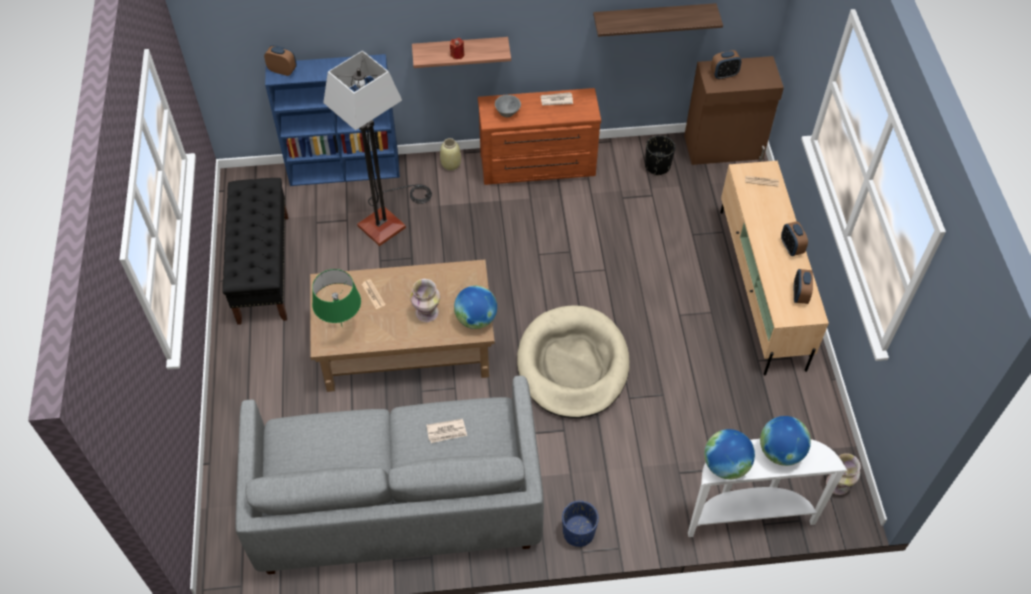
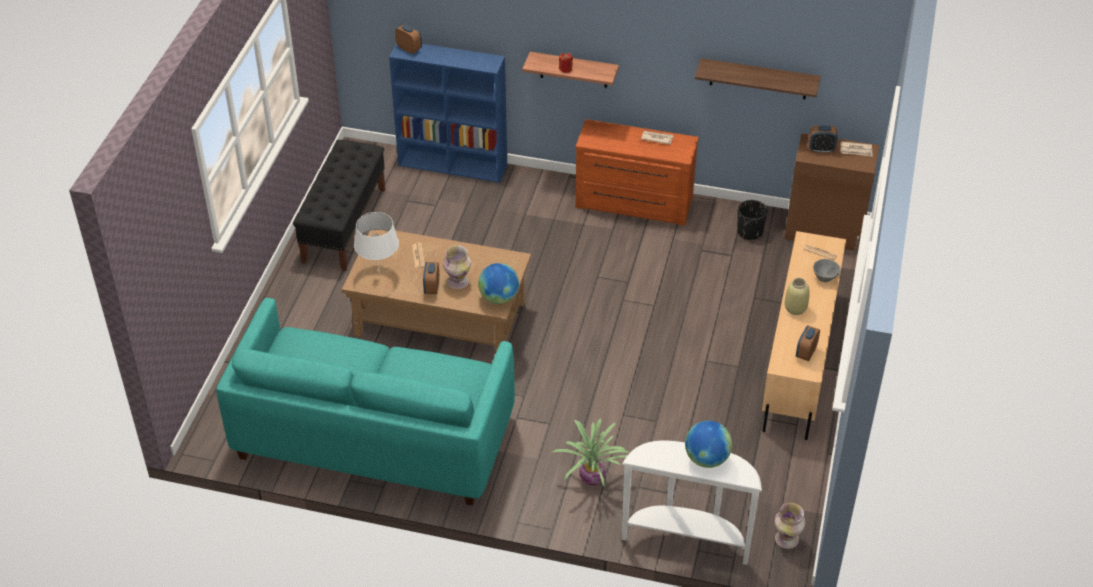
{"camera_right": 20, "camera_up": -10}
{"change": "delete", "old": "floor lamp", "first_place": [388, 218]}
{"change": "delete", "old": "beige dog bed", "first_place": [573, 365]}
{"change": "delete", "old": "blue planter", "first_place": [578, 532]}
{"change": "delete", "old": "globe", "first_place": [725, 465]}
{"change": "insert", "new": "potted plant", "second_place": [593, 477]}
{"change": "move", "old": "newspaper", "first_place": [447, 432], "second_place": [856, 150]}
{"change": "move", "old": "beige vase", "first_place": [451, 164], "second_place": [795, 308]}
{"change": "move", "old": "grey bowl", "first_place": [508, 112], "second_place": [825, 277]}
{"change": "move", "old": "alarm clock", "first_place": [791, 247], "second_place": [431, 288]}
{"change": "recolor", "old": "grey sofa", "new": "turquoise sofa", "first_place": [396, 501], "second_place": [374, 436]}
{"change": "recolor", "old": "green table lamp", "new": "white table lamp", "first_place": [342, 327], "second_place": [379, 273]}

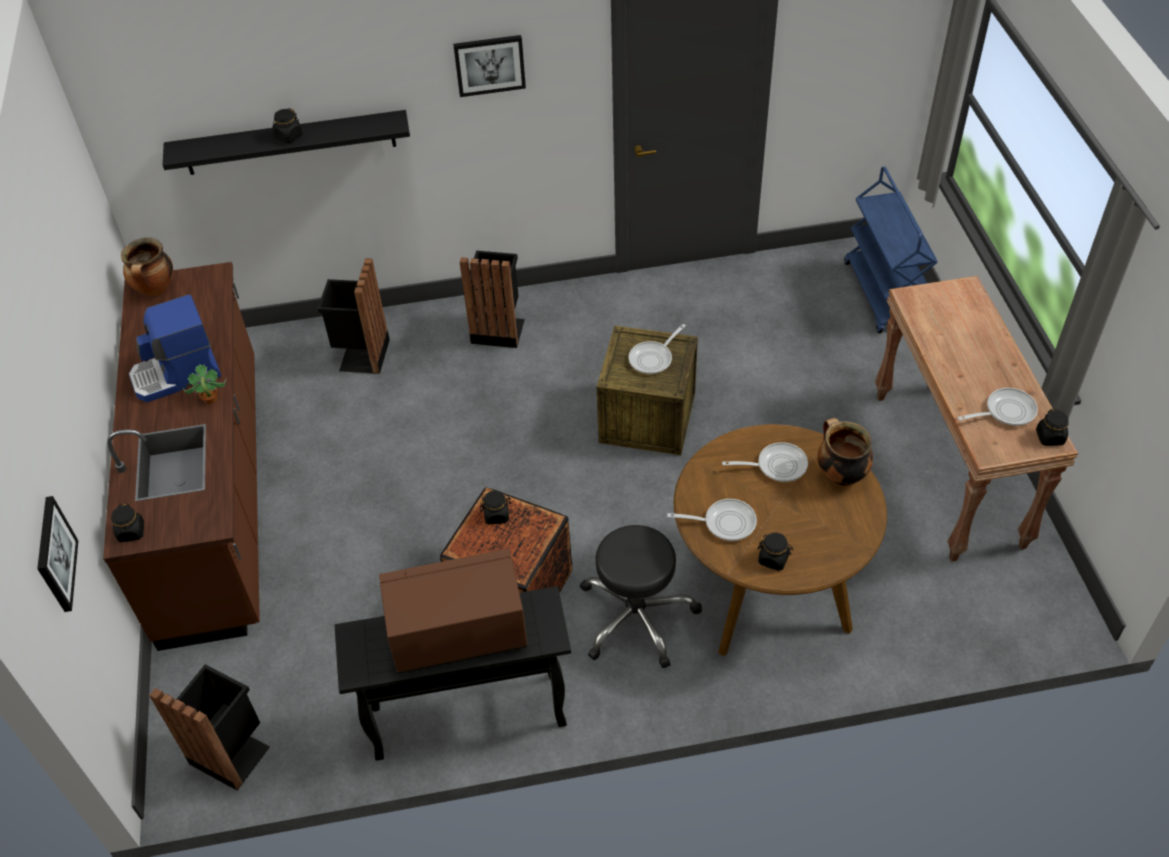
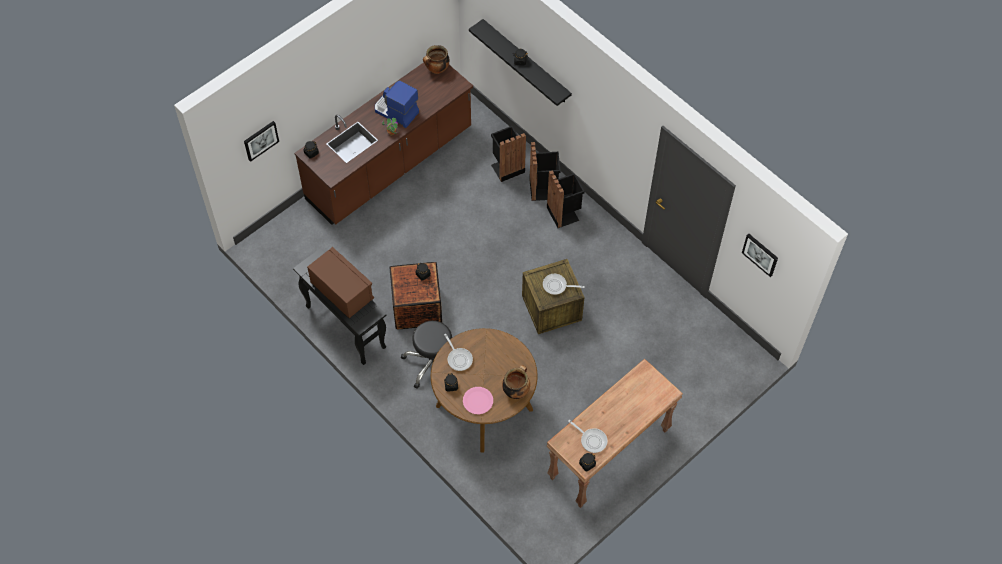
{"camera_right": 55, "camera_up": 10}
{"change": "delete", "old": "frying pan", "first_place": [777, 466]}
{"change": "delete", "old": "blue cart", "first_place": [883, 295]}
{"change": "insert", "new": "pink plate", "second_place": [478, 401]}
{"change": "move", "old": "black trash can", "first_place": [231, 752], "second_place": [543, 188]}
{"change": "move", "old": "picture", "first_place": [489, 64], "second_place": [760, 254]}

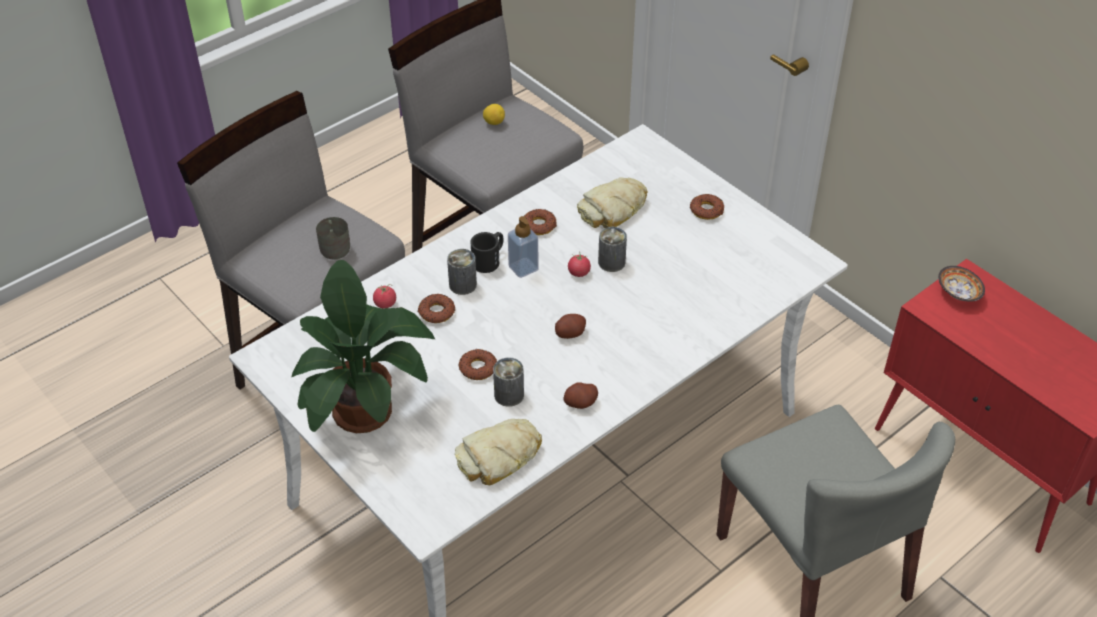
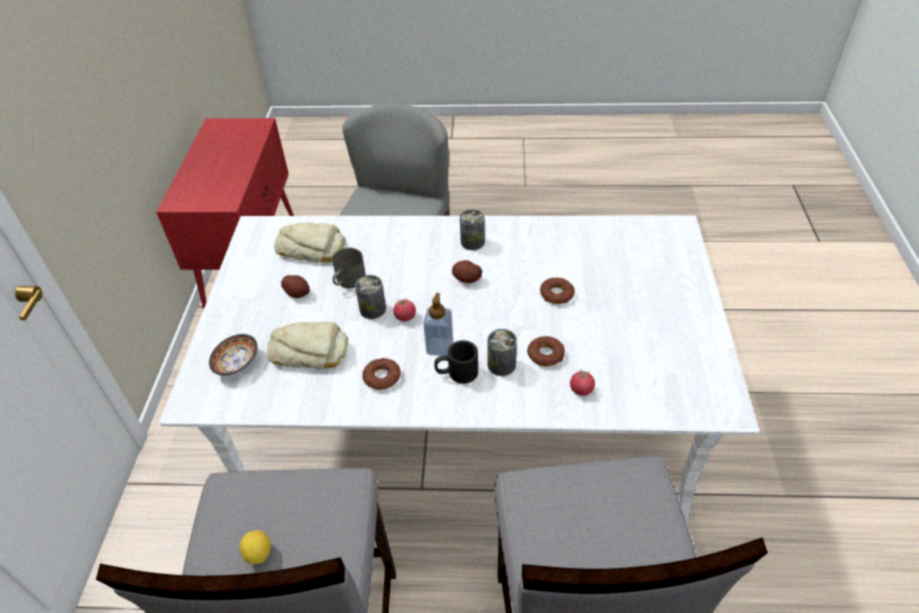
{"camera_right": -135, "camera_up": 0}
{"change": "delete", "old": "potted plant", "first_place": [364, 405]}
{"change": "delete", "old": "donut", "first_place": [706, 210]}
{"change": "move", "old": "grey mug", "first_place": [335, 246], "second_place": [348, 281]}
{"change": "move", "old": "bread", "first_place": [499, 457], "second_place": [312, 248]}
{"change": "move", "old": "can", "first_place": [509, 395], "second_place": [472, 242]}
{"change": "move", "old": "potato", "first_place": [580, 403], "second_place": [297, 293]}
{"change": "move", "old": "bowl", "first_place": [958, 294], "second_place": [238, 363]}

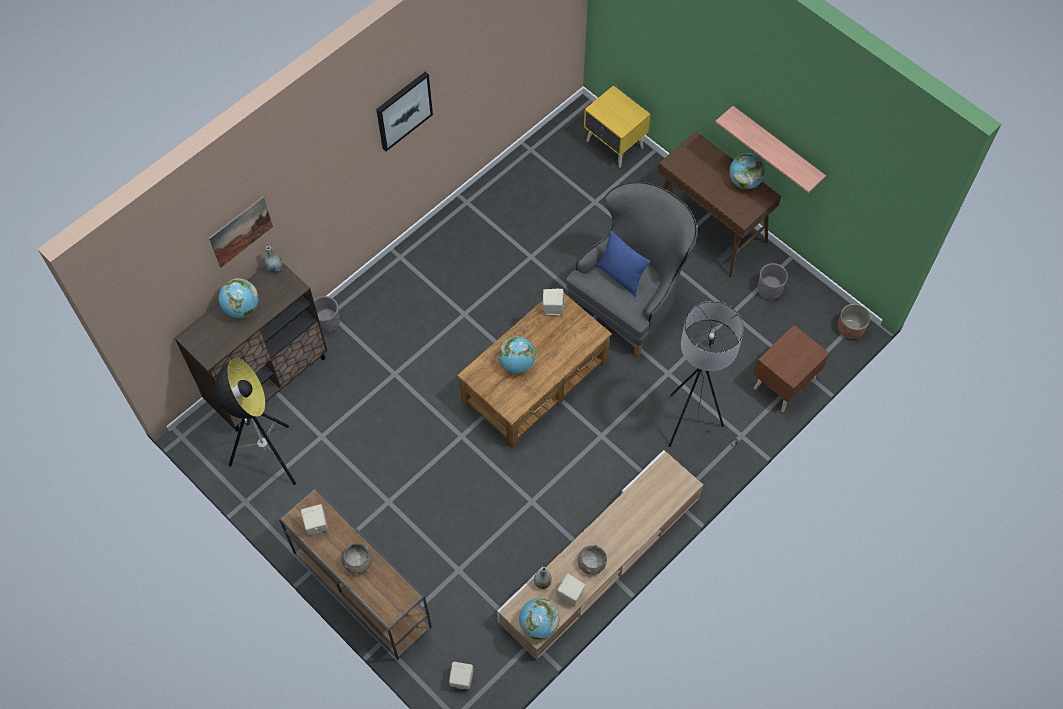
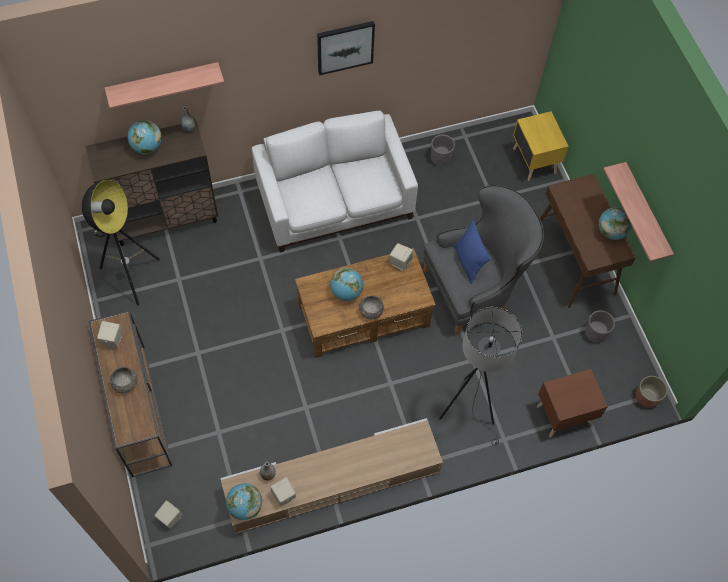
{"camera_right": 25, "camera_up": 0}
{"change": "insert", "new": "white sofa", "second_place": [334, 200]}
{"change": "move", "old": "grey planter", "first_place": [327, 322], "second_place": [440, 158]}
{"change": "move", "old": "grey bowl", "first_place": [591, 563], "second_place": [370, 311]}
{"change": "replace", "old": "picture", "new": "shelf", "first_place": [241, 231], "second_place": [163, 83]}

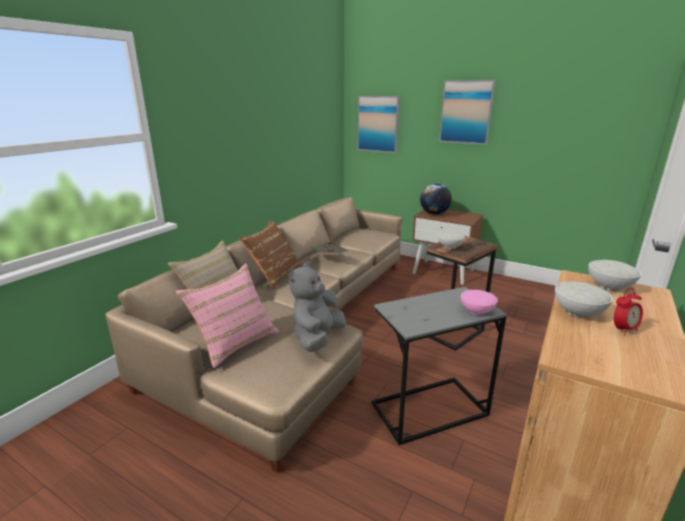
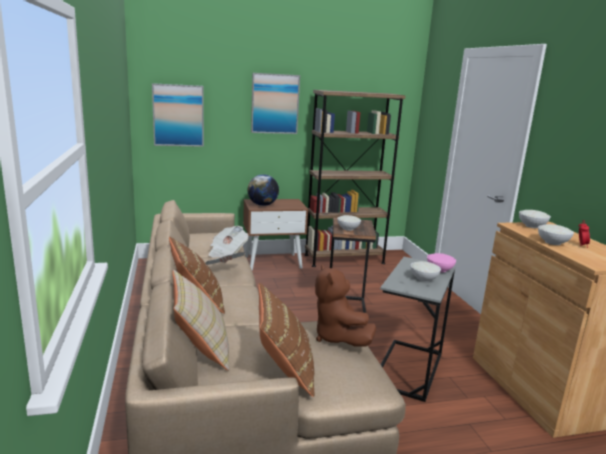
{"camera_right": -45, "camera_up": -5}
{"change": "insert", "new": "newspaper", "second_place": [227, 252]}
{"change": "insert", "new": "brown bookcase", "second_place": [344, 259]}
{"change": "insert", "new": "white bowl", "second_place": [423, 278]}
{"change": "recolor", "old": "pink pillow", "new": "brown pillow", "first_place": [235, 342], "second_place": [284, 370]}
{"change": "recolor", "old": "grey plush toy", "new": "brown plush toy", "first_place": [317, 338], "second_place": [338, 337]}

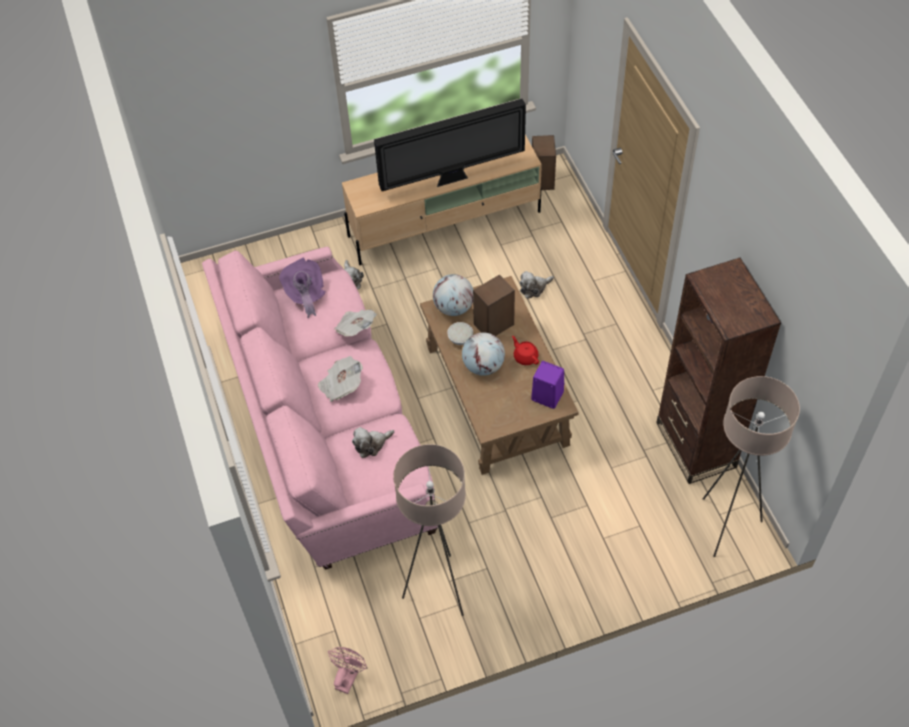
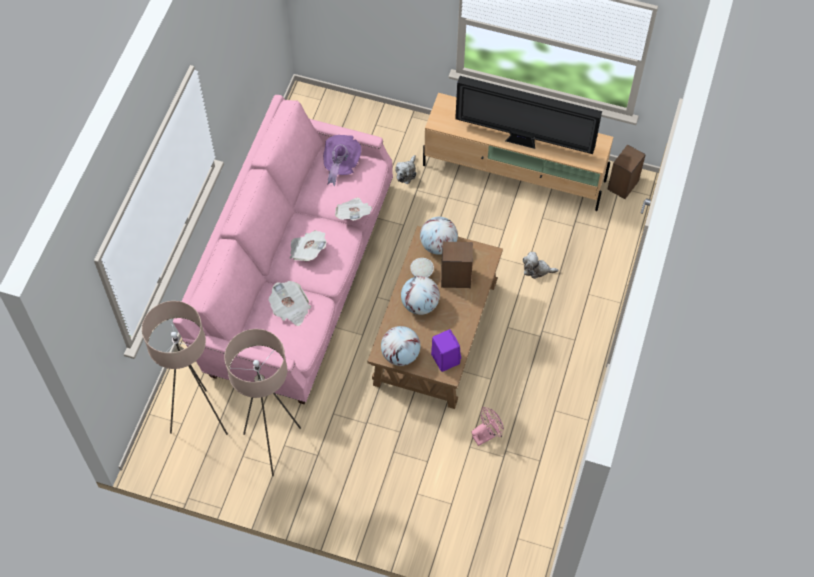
{"camera_right": 35, "camera_up": 5}
{"change": "delete", "old": "red teapot", "first_place": [525, 357]}
{"change": "delete", "old": "brown bookcase", "first_place": [695, 445]}
{"change": "insert", "new": "globe", "second_place": [400, 354]}
{"change": "move", "old": "pink fan", "first_place": [348, 676], "second_place": [486, 434]}
{"change": "move", "old": "beige floor lamp", "first_place": [726, 525], "second_place": [200, 419]}
{"change": "replace", "old": "plush toy", "new": "newspaper", "first_place": [371, 444], "second_place": [290, 309]}

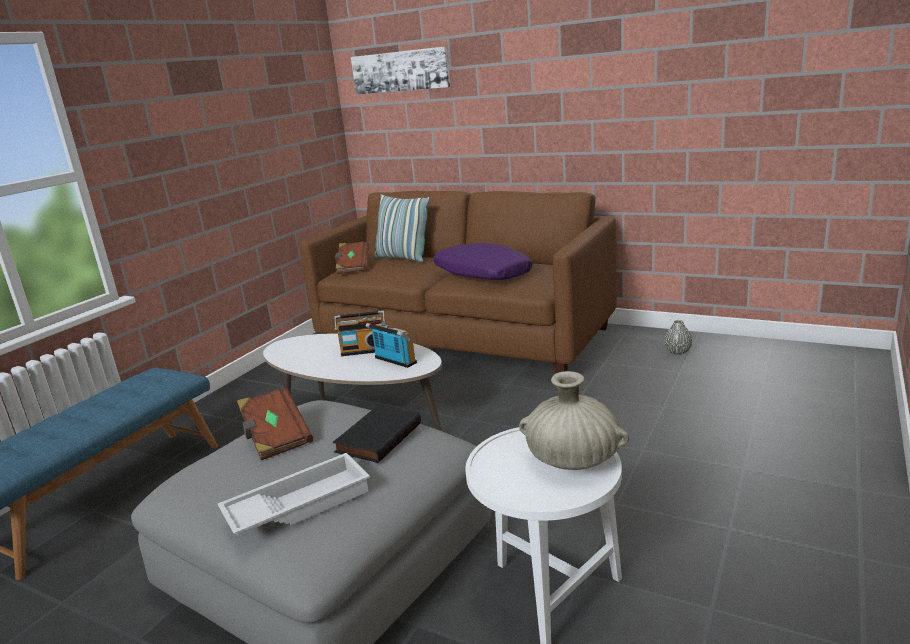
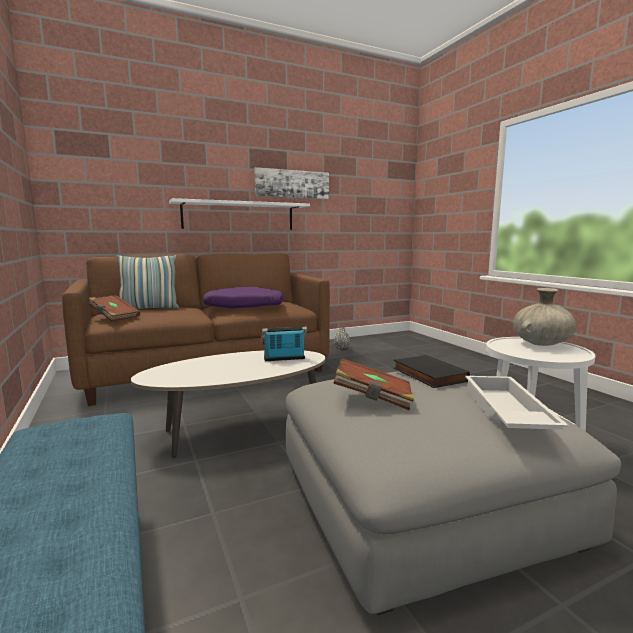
{"camera_right": -55, "camera_up": -10}
{"change": "delete", "old": "radio", "first_place": [364, 350]}
{"change": "insert", "new": "white shelf", "second_place": [239, 216]}
{"change": "move", "old": "picture", "first_place": [400, 71], "second_place": [292, 184]}

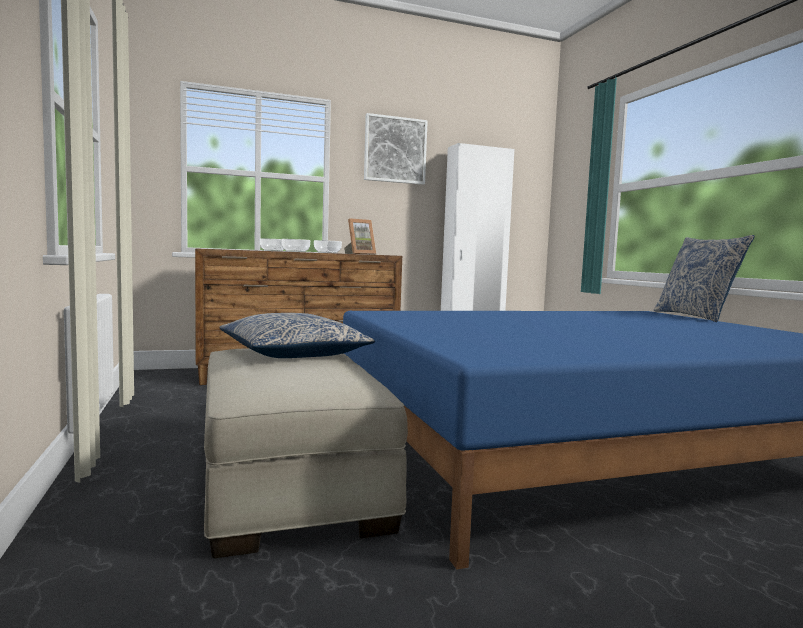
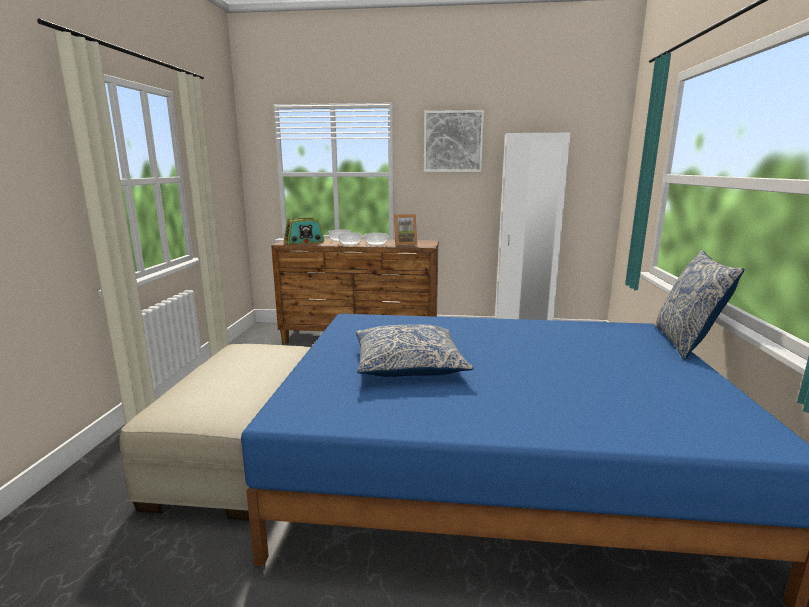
{"camera_right": 25, "camera_up": 10}
{"change": "insert", "new": "radio", "second_place": [304, 242]}
{"change": "move", "old": "pillow", "first_place": [293, 353], "second_place": [408, 364]}

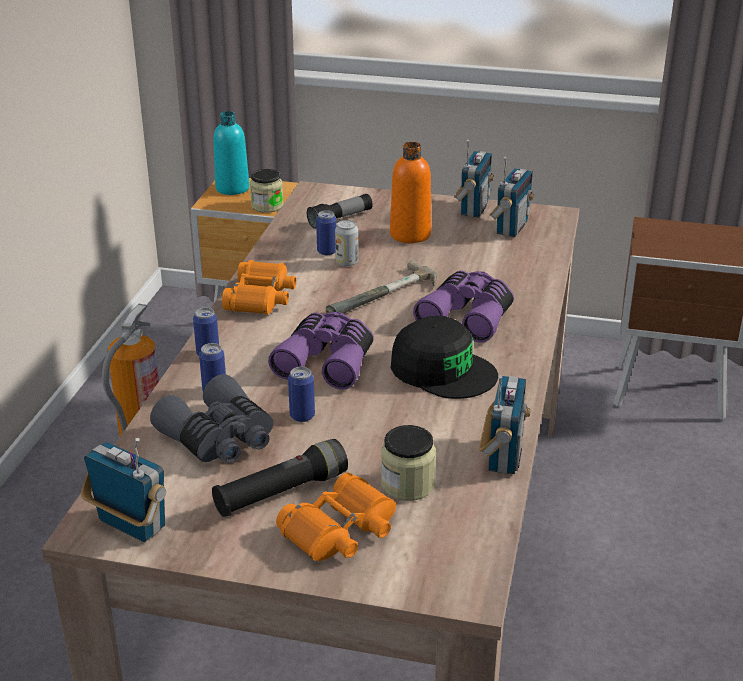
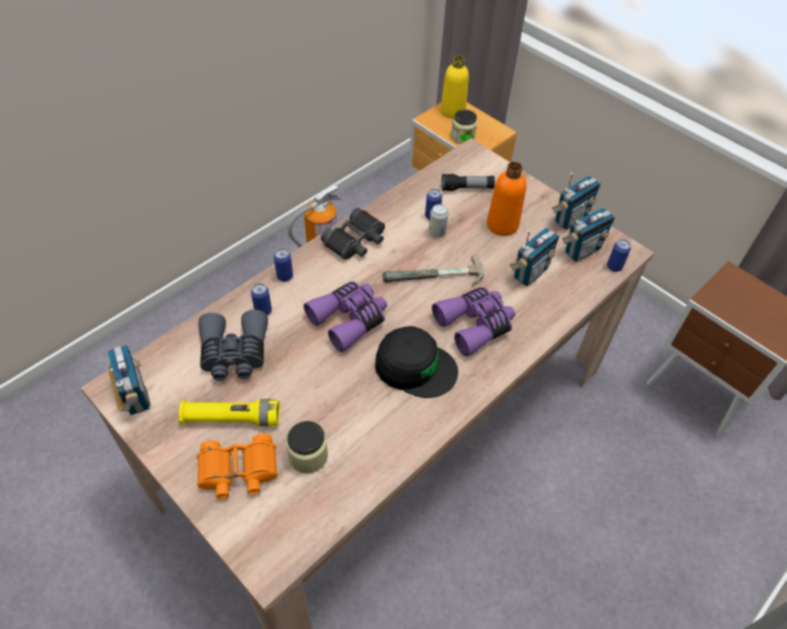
{"camera_right": 30, "camera_up": 20}
{"change": "move", "old": "can", "first_place": [302, 416], "second_place": [614, 267]}
{"change": "move", "old": "radio", "first_place": [503, 456], "second_place": [529, 273]}
{"change": "recolor", "old": "black flashlight", "new": "yellow flashlight", "first_place": [281, 492], "second_place": [232, 419]}
{"change": "recolor", "old": "turquoise bottle", "new": "yellow bottle", "first_place": [232, 188], "second_place": [452, 111]}
{"change": "recolor", "old": "orange binoculars", "new": "black binoculars", "first_place": [261, 298], "second_place": [356, 241]}
{"change": "rotate", "old": "black cap", "first_place": [442, 370], "second_place": [415, 366], "degrees": -45}

